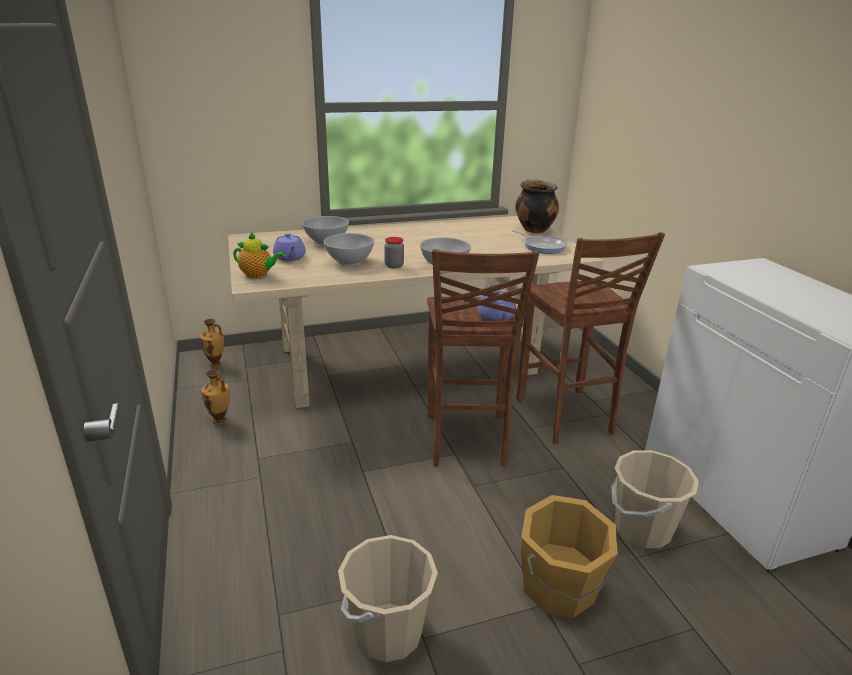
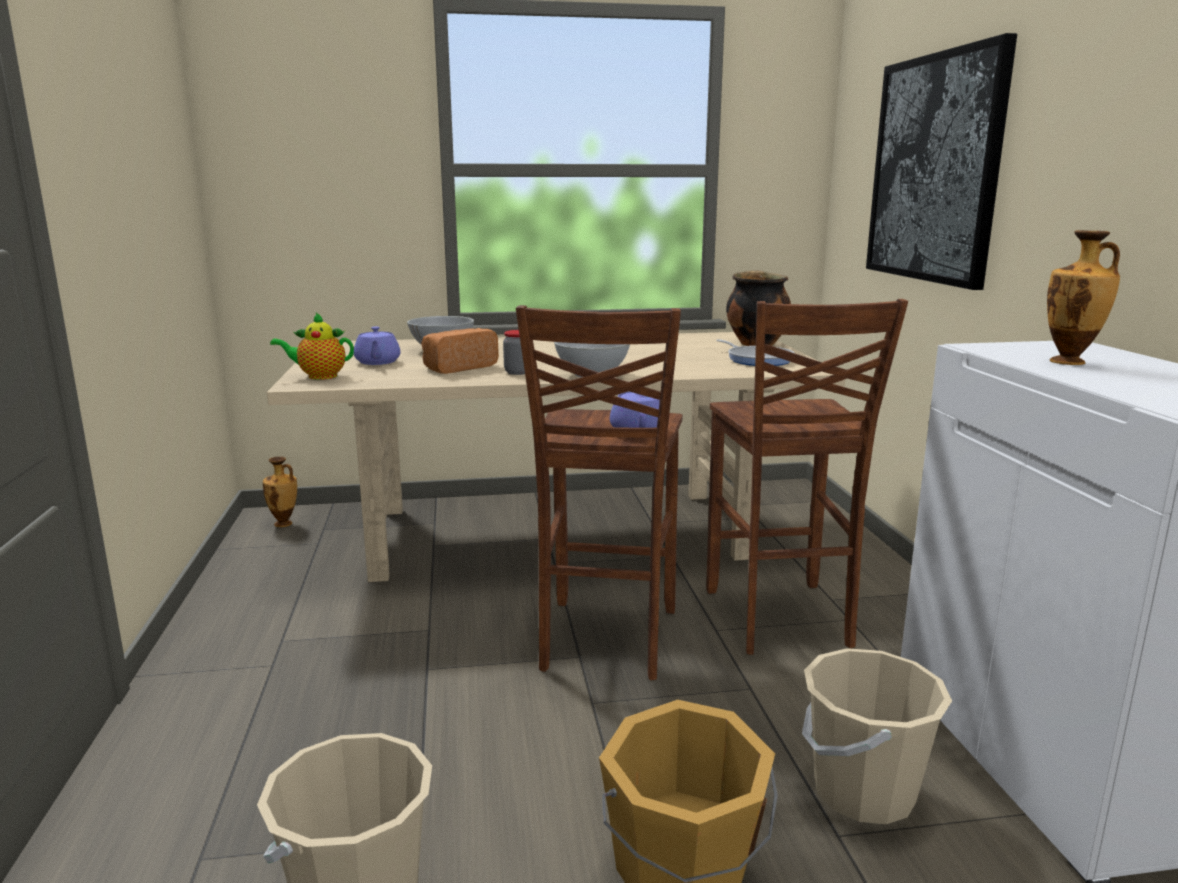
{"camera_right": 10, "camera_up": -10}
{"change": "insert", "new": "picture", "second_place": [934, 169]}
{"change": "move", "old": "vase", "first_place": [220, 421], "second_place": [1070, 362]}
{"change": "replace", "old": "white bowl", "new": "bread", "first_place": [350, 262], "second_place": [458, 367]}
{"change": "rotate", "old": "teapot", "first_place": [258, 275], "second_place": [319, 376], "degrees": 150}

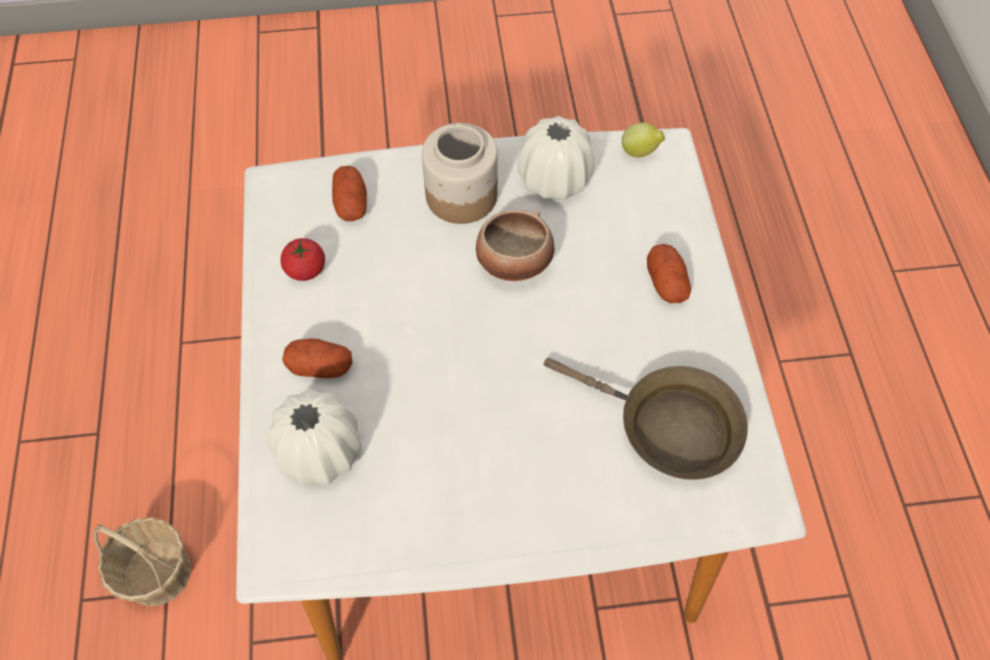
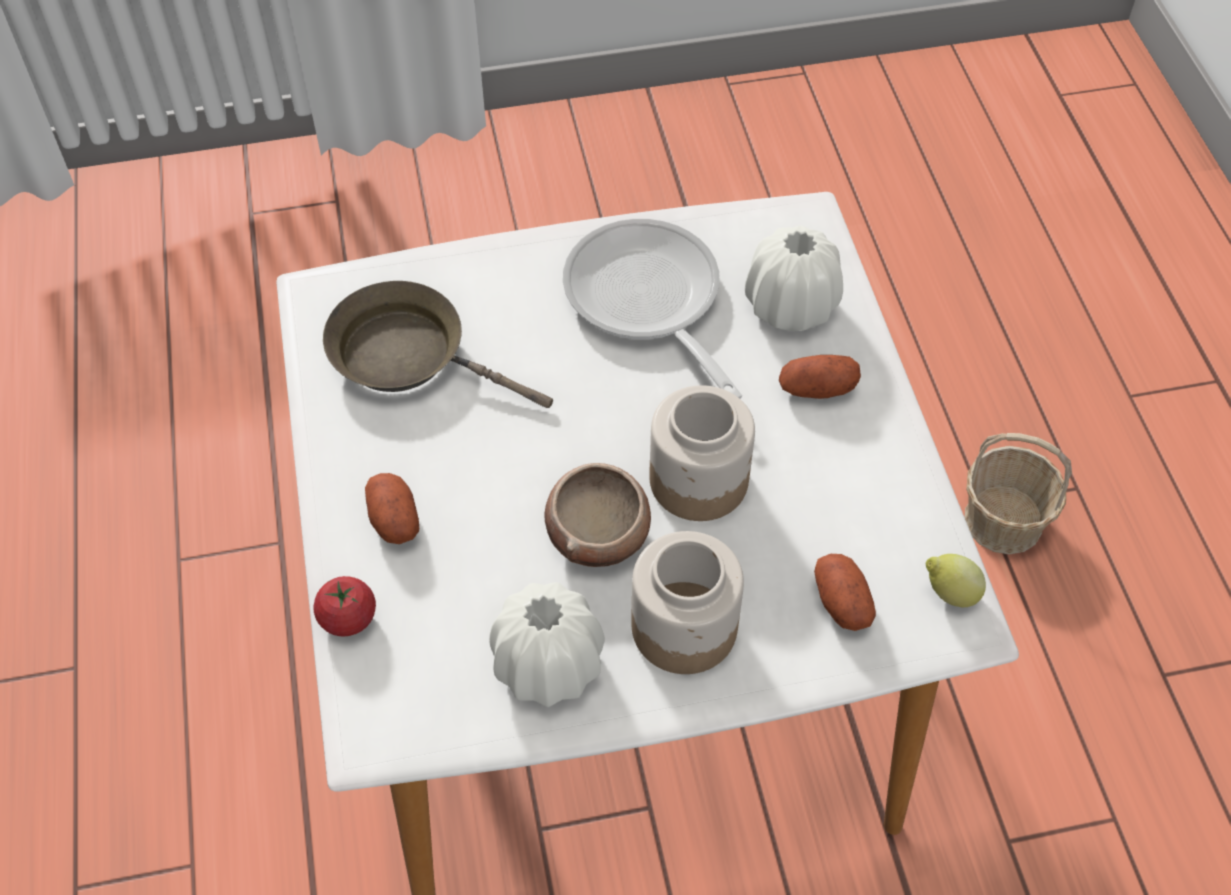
{"camera_right": 175, "camera_up": -5}
{"change": "insert", "new": "frying pan", "second_place": [647, 302]}
{"change": "insert", "new": "jar", "second_place": [700, 480]}
{"change": "move", "old": "tomato", "first_place": [306, 269], "second_place": [348, 618]}
{"change": "move", "old": "lemon", "first_place": [640, 152], "second_place": [949, 593]}

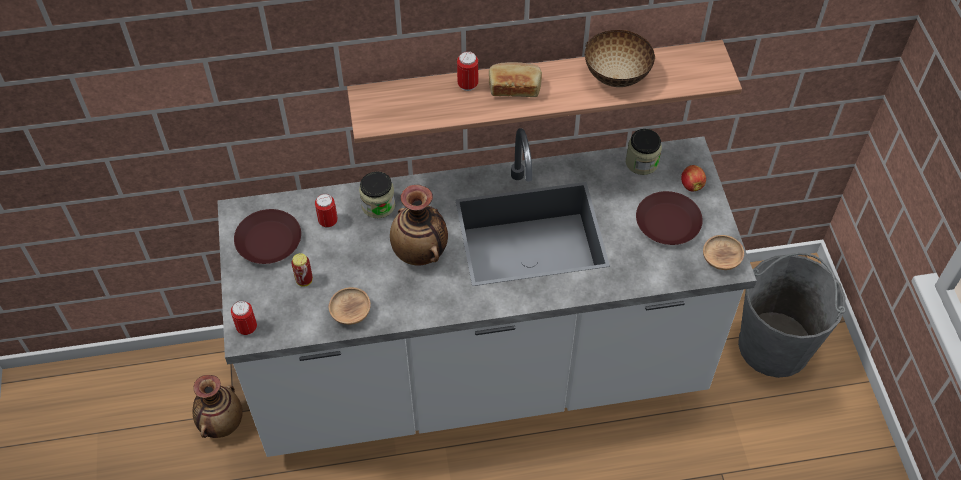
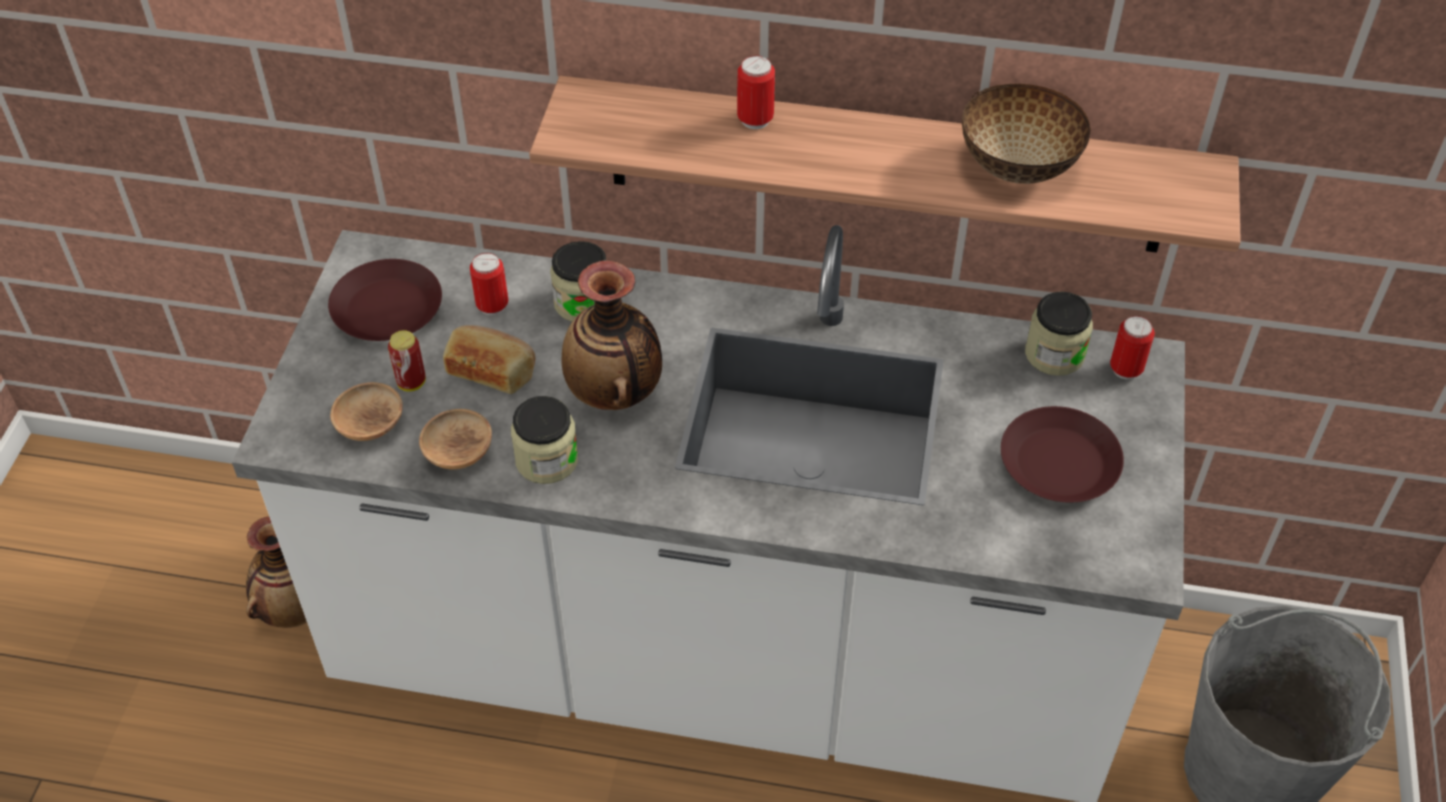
{"camera_right": 20, "camera_up": -5}
{"change": "delete", "old": "apple", "first_place": [691, 185]}
{"change": "insert", "new": "jar", "second_place": [547, 460]}
{"change": "move", "old": "can", "first_place": [247, 328], "second_place": [1126, 369]}
{"change": "move", "old": "bread", "first_place": [514, 87], "second_place": [492, 370]}
{"change": "move", "old": "brown bowl", "first_place": [721, 259], "second_place": [370, 425]}

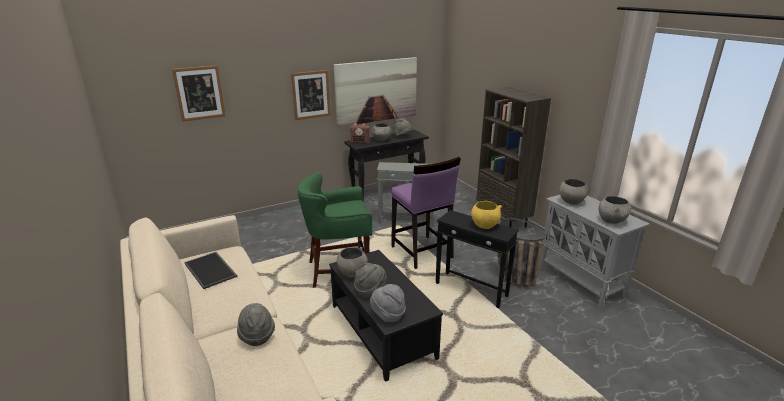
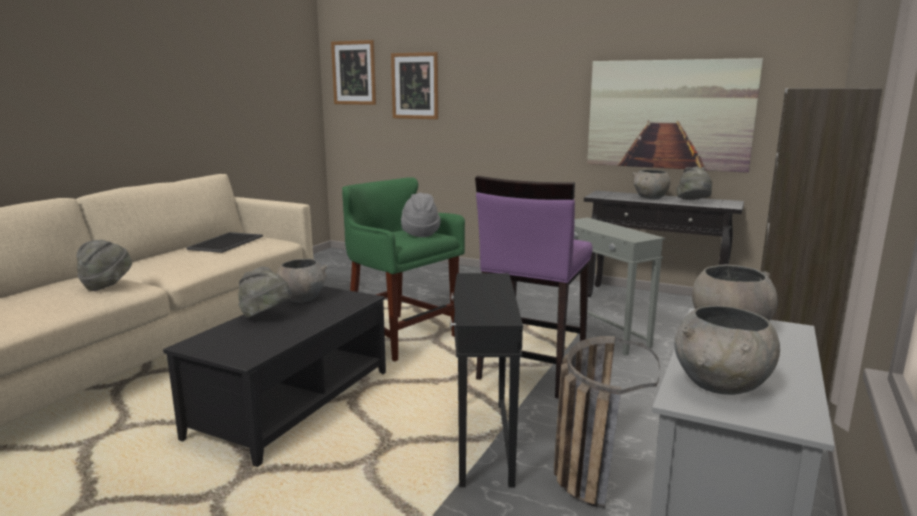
{"camera_right": 55, "camera_up": -10}
{"change": "delete", "old": "radio", "first_place": [360, 143]}
{"change": "delete", "old": "yellow bowl", "first_place": [484, 225]}
{"change": "move", "old": "picture", "first_place": [311, 95], "second_place": [354, 73]}
{"change": "move", "old": "grey hat", "first_place": [388, 315], "second_place": [420, 233]}

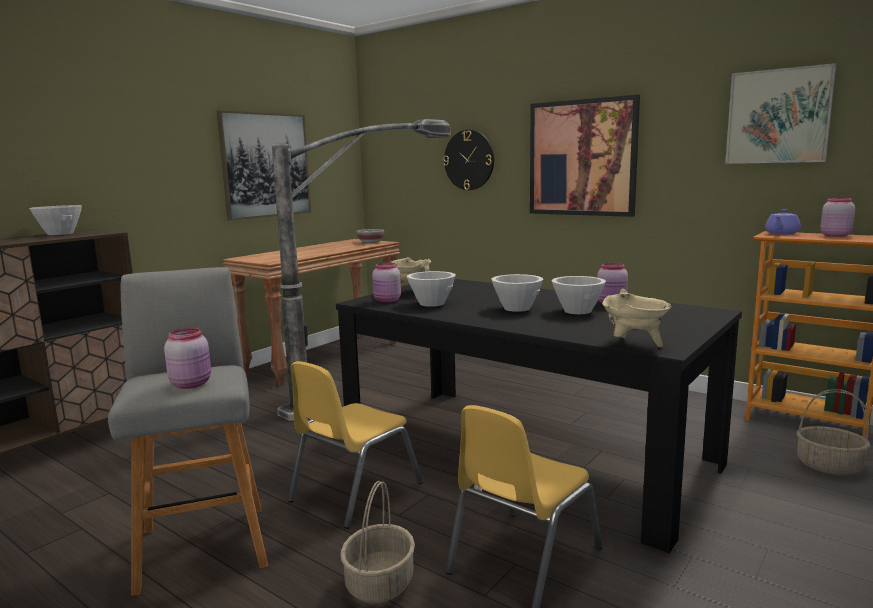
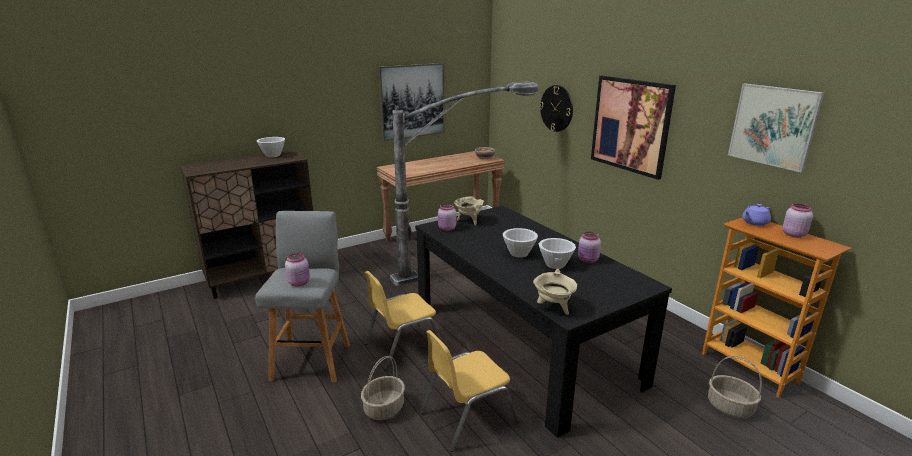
{"camera_right": 20, "camera_up": 10}
{"change": "delete", "old": "white bowl", "first_place": [432, 303]}

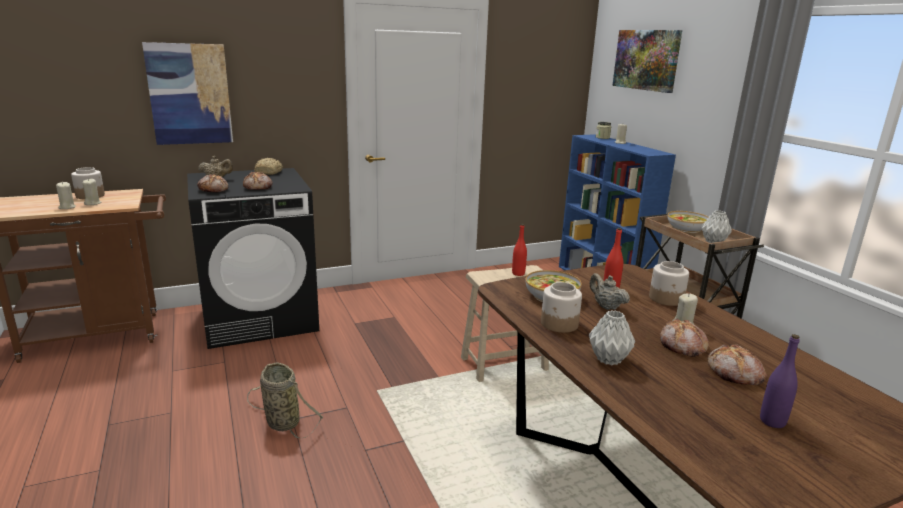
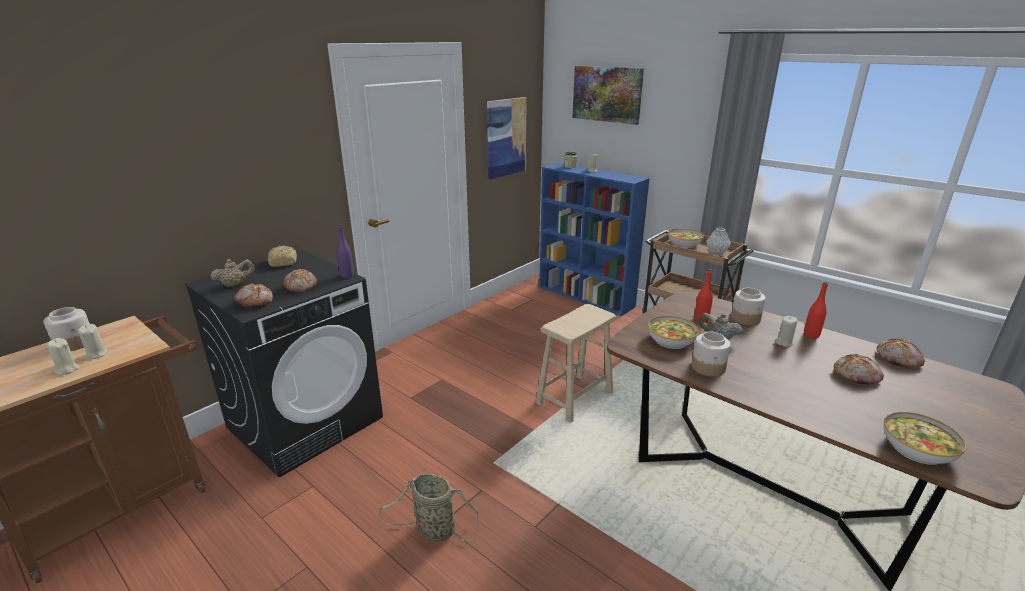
{"camera_right": -25, "camera_up": 5}
{"change": "delete", "old": "grey vase", "first_place": [609, 359]}
{"change": "insert", "new": "bowl", "second_place": [917, 449]}
{"change": "move", "old": "picture", "first_place": [190, 94], "second_place": [506, 137]}
{"change": "move", "old": "red bottle", "first_place": [518, 273], "second_place": [811, 335]}
{"change": "move", "old": "bread", "first_place": [681, 346], "second_place": [898, 359]}
{"change": "move", "old": "purple bottle", "first_place": [772, 421], "second_place": [347, 276]}

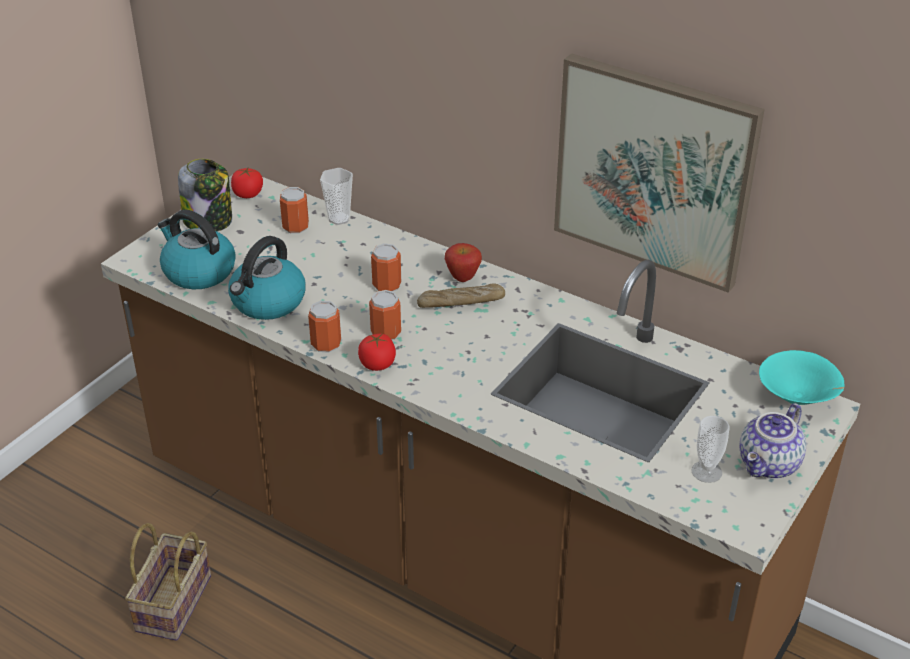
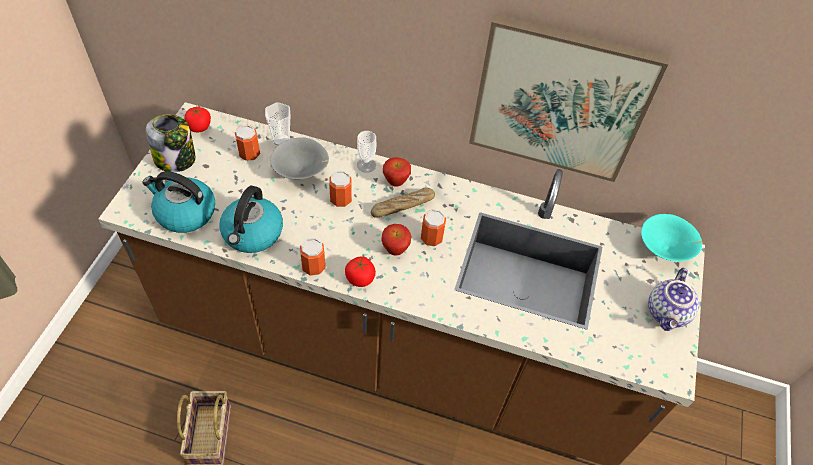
{"camera_right": -20, "camera_up": 15}
{"change": "insert", "new": "grey bowl", "second_place": [302, 172]}
{"change": "insert", "new": "apple", "second_place": [395, 250]}
{"change": "move", "old": "can", "first_place": [386, 333], "second_place": [431, 238]}
{"change": "move", "old": "cup", "first_place": [706, 471], "second_place": [366, 165]}

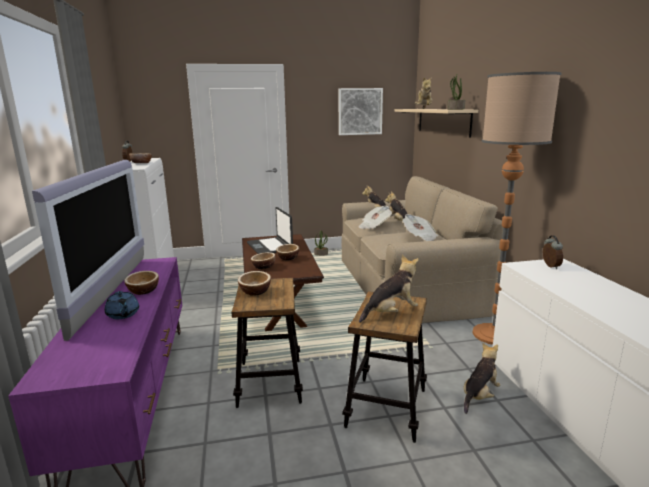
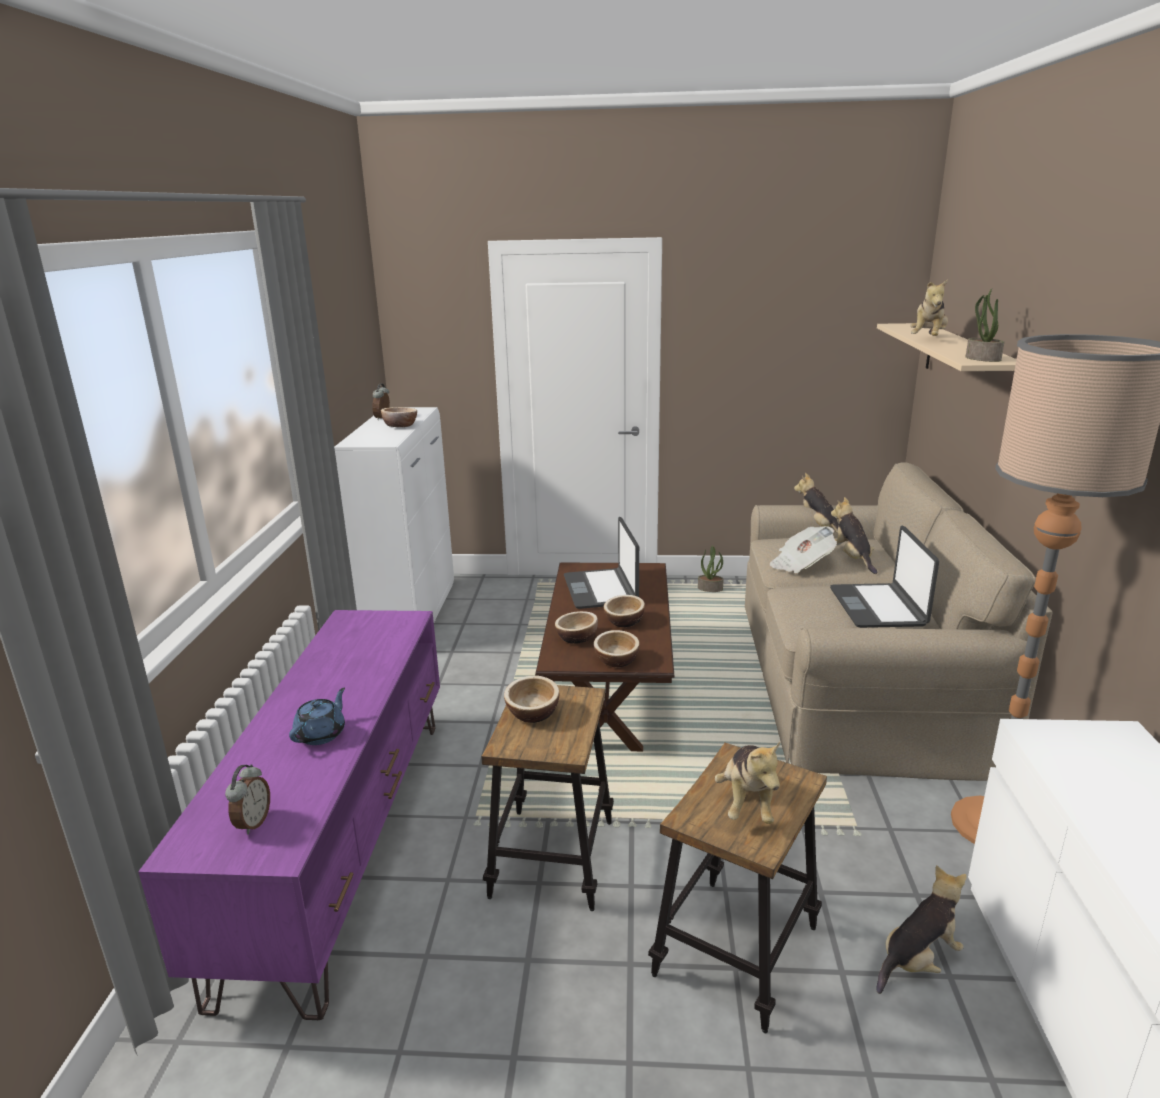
{"camera_right": 15, "camera_up": 5}
{"change": "delete", "old": "television", "first_place": [114, 292]}
{"change": "delete", "old": "picture", "first_place": [360, 111]}
{"change": "move", "old": "bowl", "first_place": [143, 290], "second_place": [616, 660]}
{"change": "move", "old": "alarm clock", "first_place": [550, 266], "second_place": [252, 823]}
{"change": "replace", "old": "newspaper", "new": "laptop", "first_place": [420, 237], "second_place": [878, 607]}
{"change": "rotate", "old": "blue teapot", "first_place": [123, 315], "second_place": [321, 734], "degrees": -135}
{"change": "rotate", "old": "plush toy", "first_place": [390, 313], "second_place": [747, 803], "degrees": 105}

